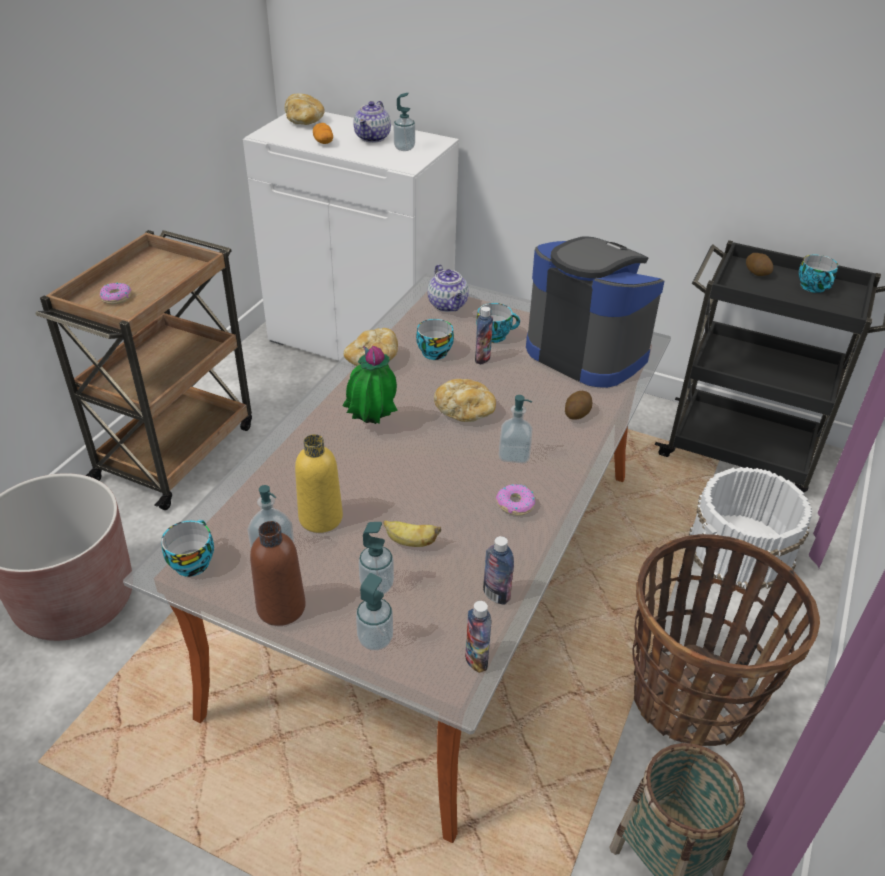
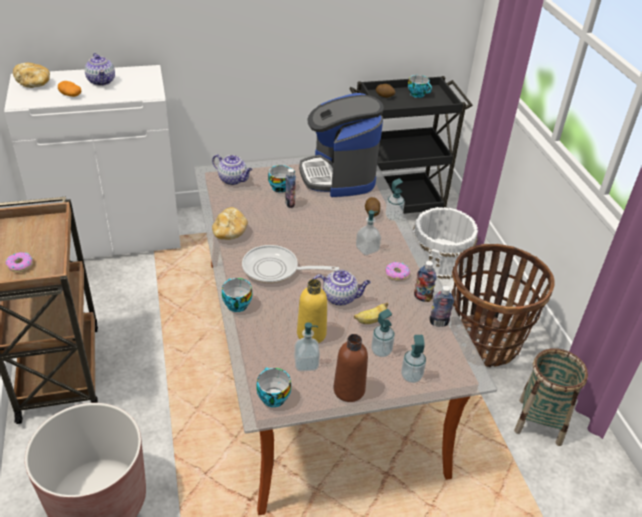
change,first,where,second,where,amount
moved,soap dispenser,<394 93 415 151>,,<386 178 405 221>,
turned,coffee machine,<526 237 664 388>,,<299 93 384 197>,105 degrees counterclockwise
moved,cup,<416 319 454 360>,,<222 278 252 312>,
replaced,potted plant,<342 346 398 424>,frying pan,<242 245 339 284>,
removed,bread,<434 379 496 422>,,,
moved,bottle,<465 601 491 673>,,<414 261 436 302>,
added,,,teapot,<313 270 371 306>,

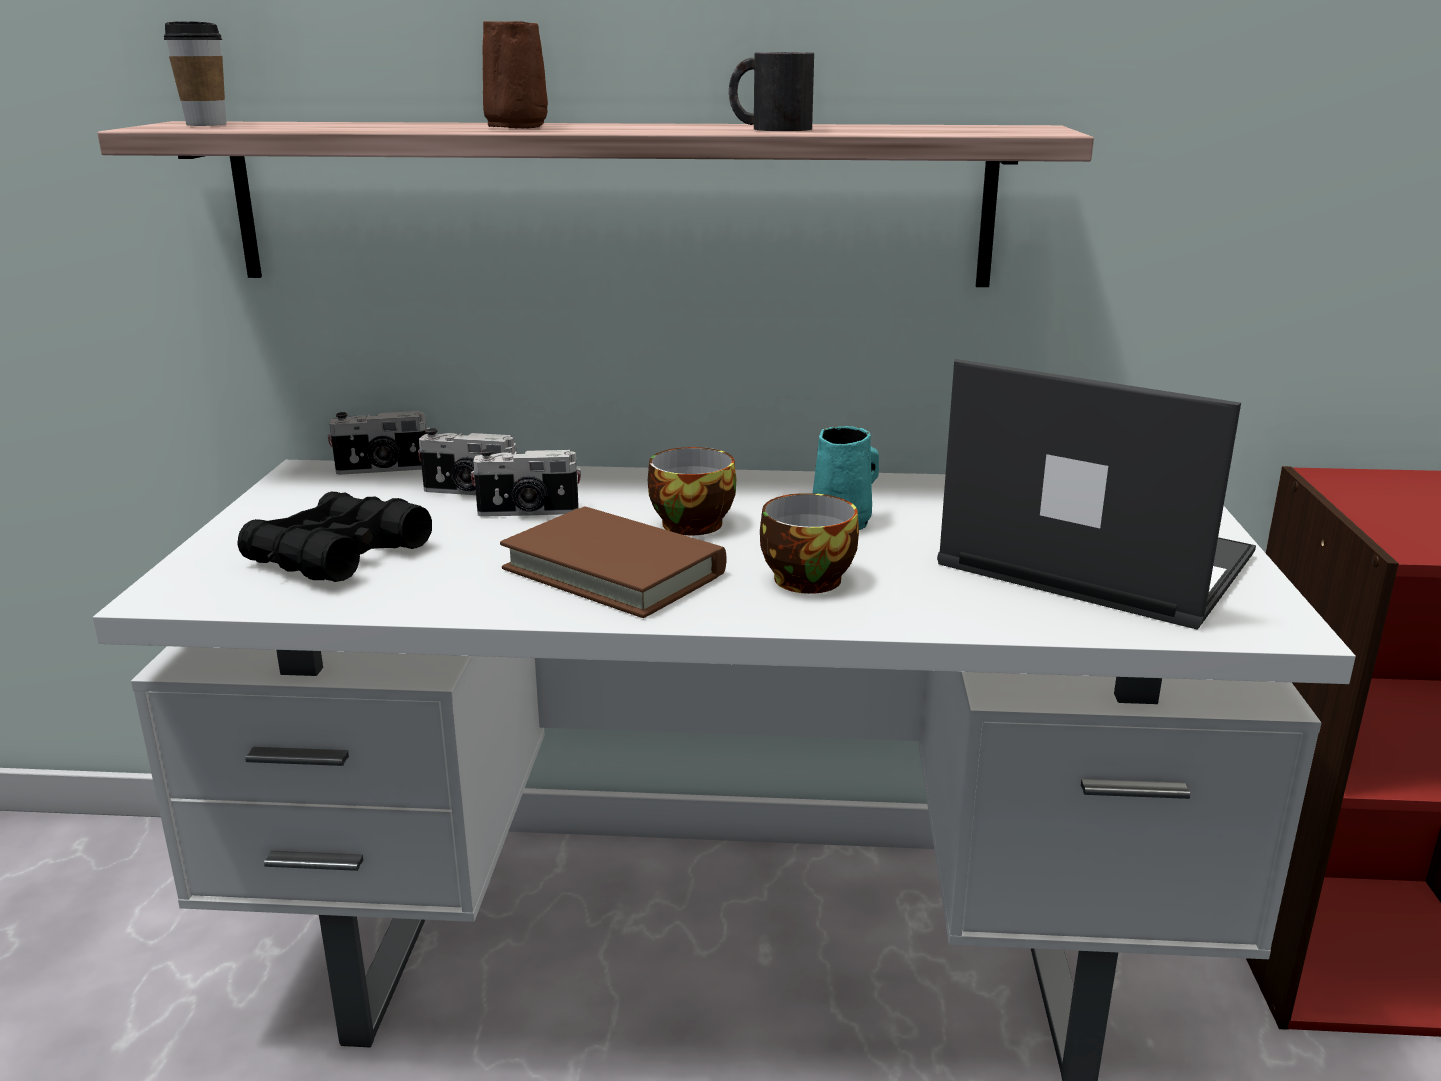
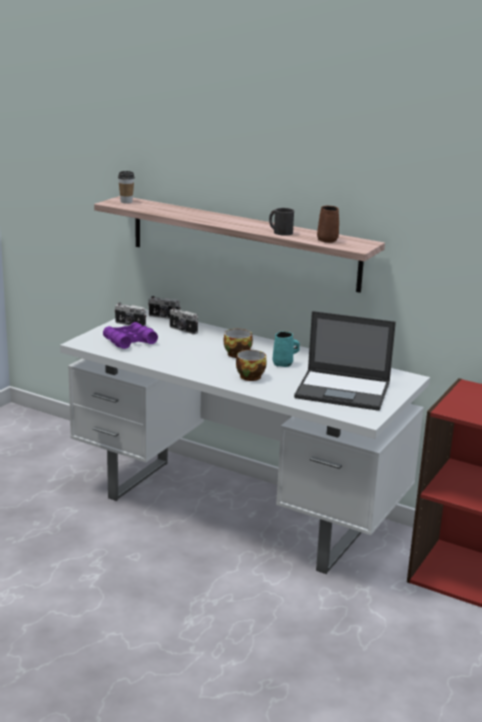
change,first,where,second,where,amount
moved,mug in brown,<483 21 548 129>,,<317 206 339 243>,
turned,laptop,<937 359 1256 630>,,<294 311 396 411>,135 degrees clockwise
moved,photo camera,<470 449 581 517>,,<115 302 146 326>,
recoloured,binoculars in black,<237 492 432 582>,binoculars in purple,<103 322 158 349>,
removed,book in brown,<500 506 727 618>,,,

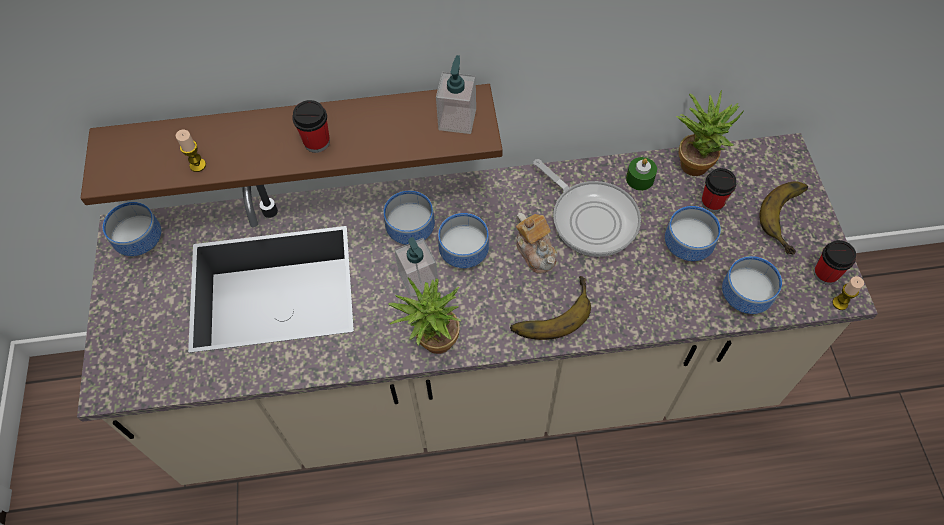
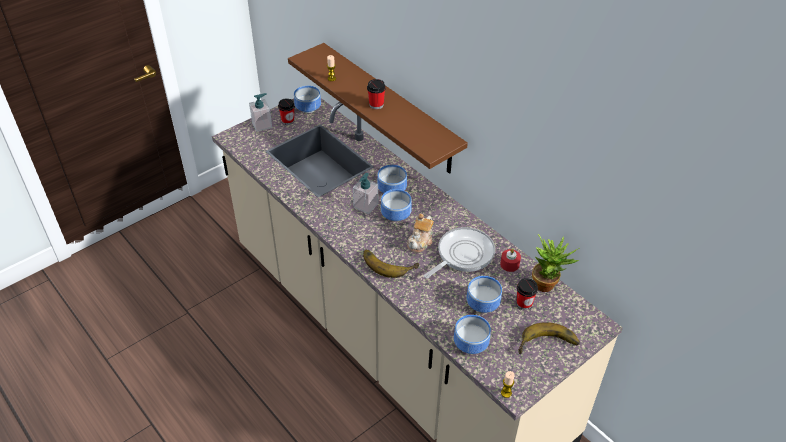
change,first,where,second,where,amount
moved,soap dispenser,<436 55 476 134>,,<249 93 272 132>,
recoloured,candle in green,<626 157 657 191>,candle in red,<500 249 521 272>,
turned,frying pan,<533 159 641 257>,,<424 227 495 278>,150 degrees counterclockwise
moved,cup,<814 240 856 285>,,<278 98 295 125>,
removed,potted plant,<388 278 461 354>,,,

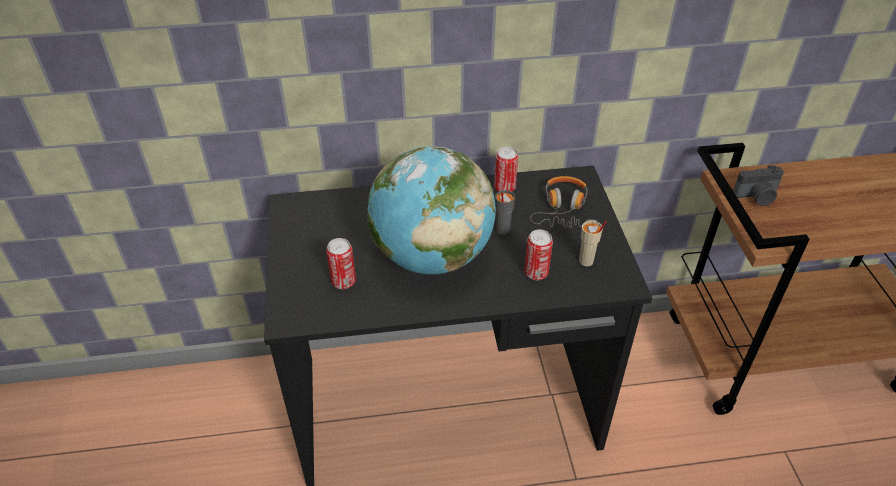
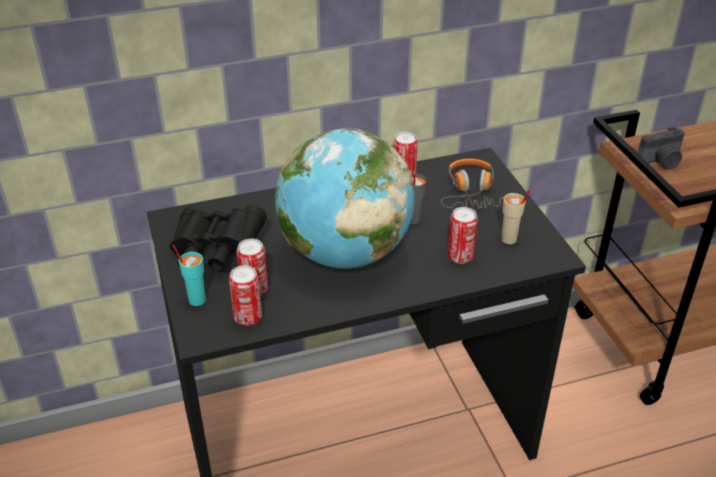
change,first,where,second,where,amount
added,,,binoculars in black,<170 205 267 271>,
added,,,cup in turquoise,<173 245 206 306>,
added,,,can,<229 265 262 326>,

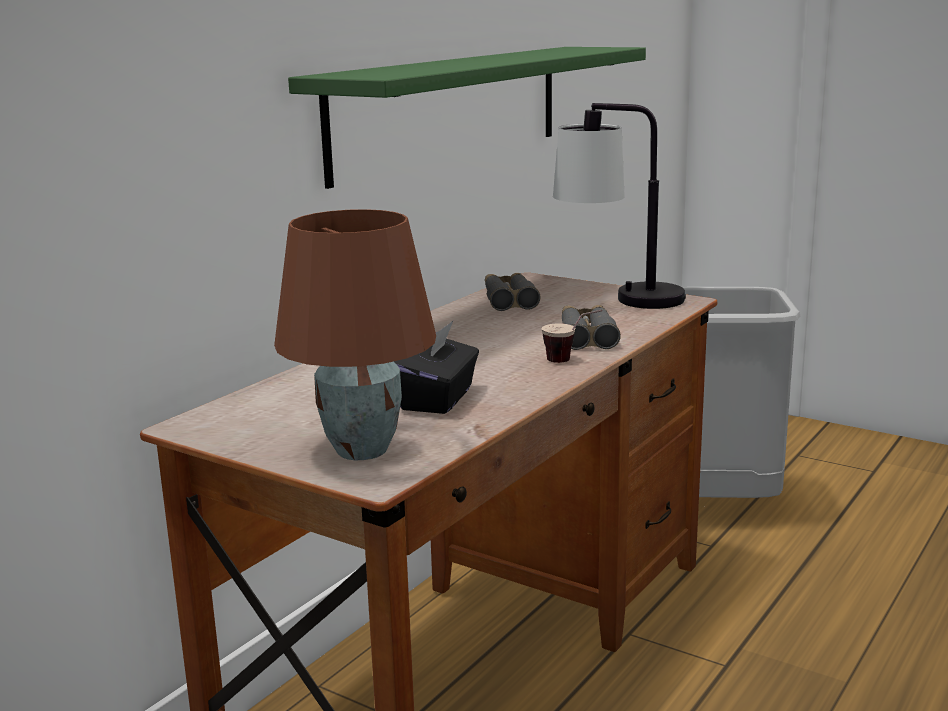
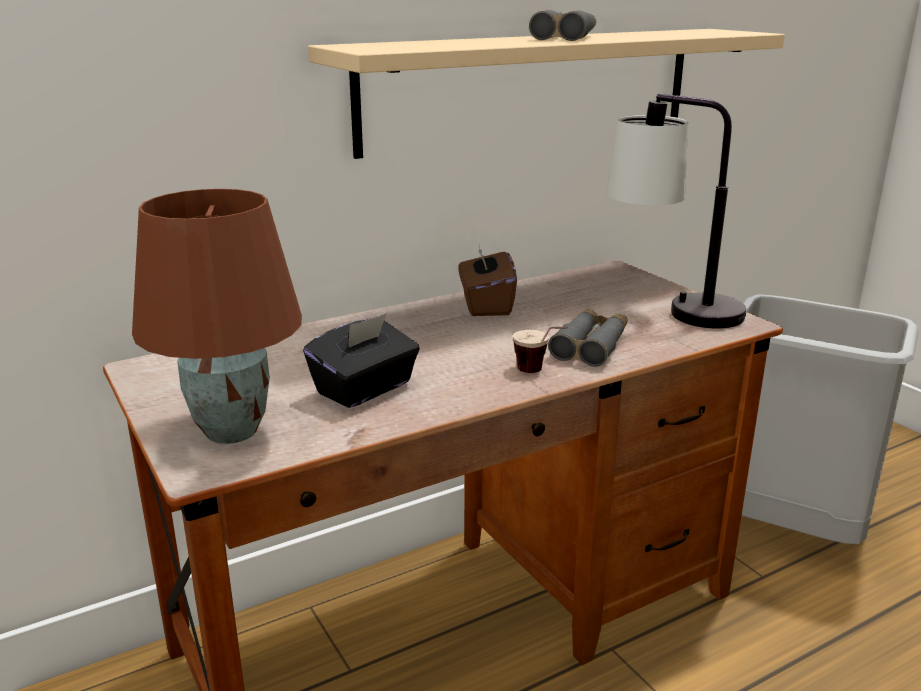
change,first,where,second,where,amount
recoloured,shelf in green,<288 47 646 189>,shelf in beige,<308 29 785 159>,
moved,binoculars in grey,<485 273 540 311>,,<529 10 596 41>,
added,,,tissue box in brown,<458 241 517 316>,

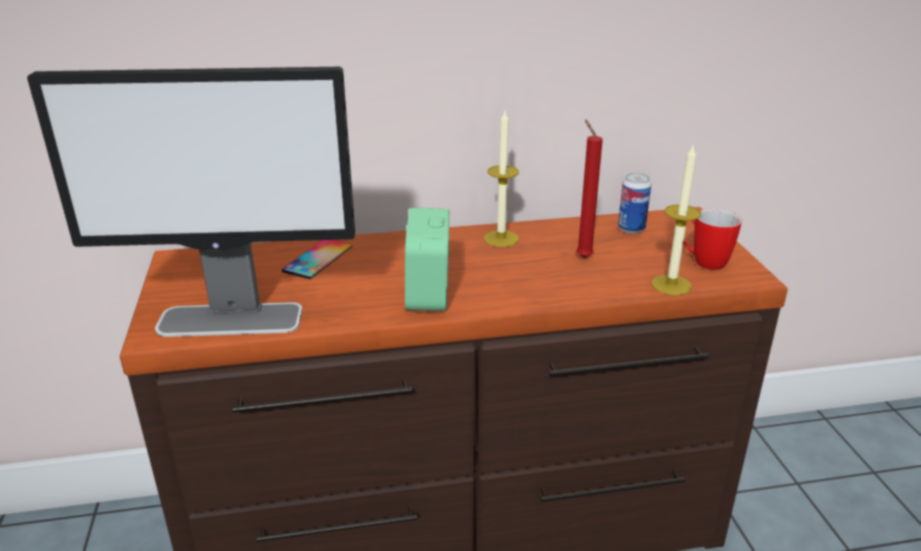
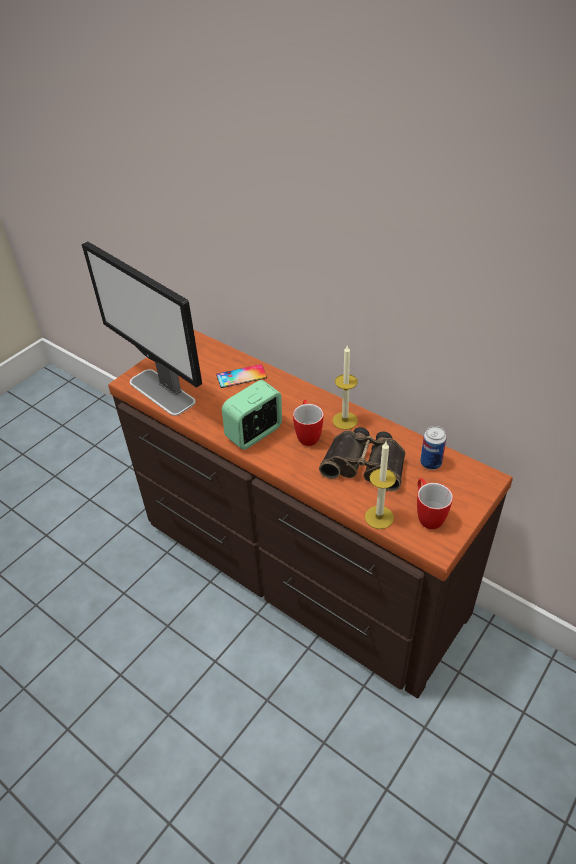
change,first,where,second,where,amount
replaced,candle in red,<576 119 603 258>,binoculars,<319 427 405 491>,
added,,,mug,<293 400 323 446>,

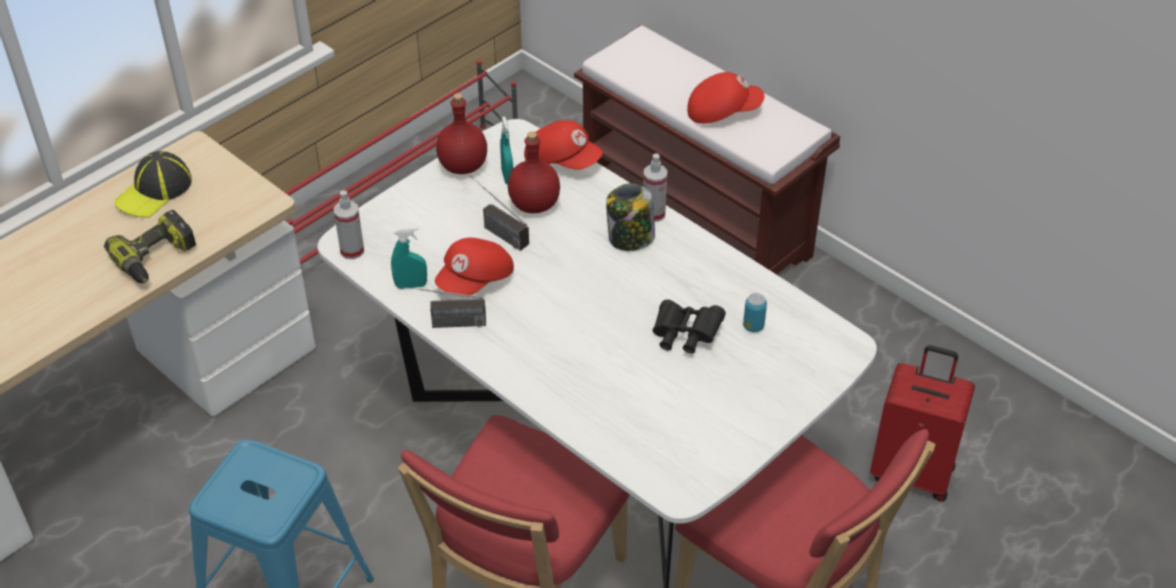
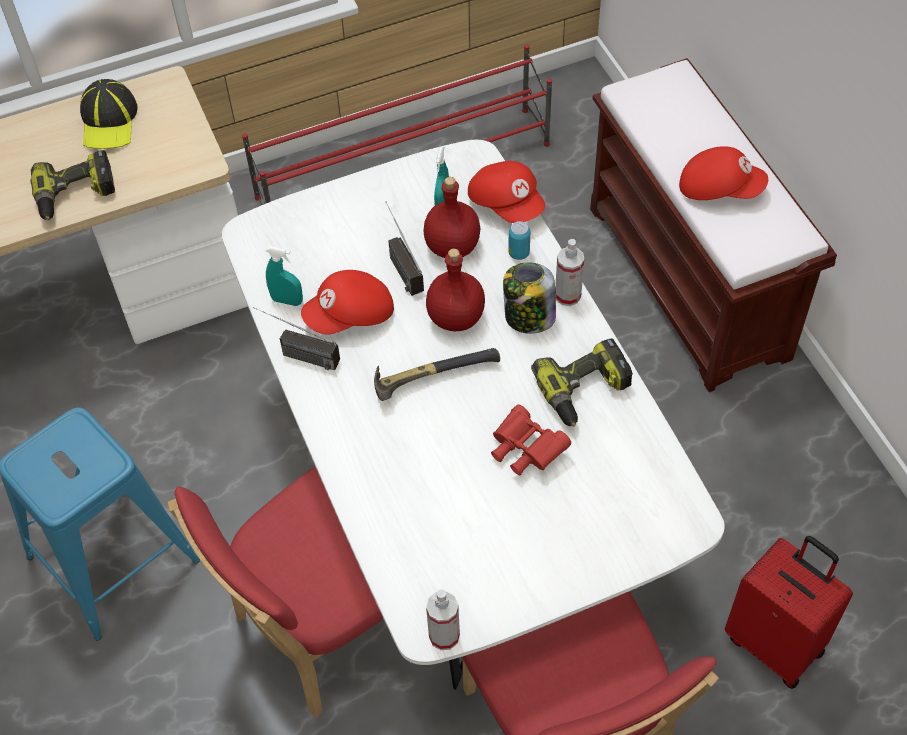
change,first,where,second,where,amount
moved,bottle in red,<436 93 487 174>,,<426 249 485 331>,
turned,cap,<114 151 192 218>,,<80 79 138 149>,60 degrees counterclockwise
moved,spray bottle,<334 190 364 259>,,<426 589 460 650>,
moved,can,<743 293 767 332>,,<508 221 530 260>,
recoloured,binoculars in black,<653 300 726 354>,binoculars in red,<491 404 571 476>,
added,,,power drill,<531 338 633 427>,
added,,,hammer,<374 348 500 401>,

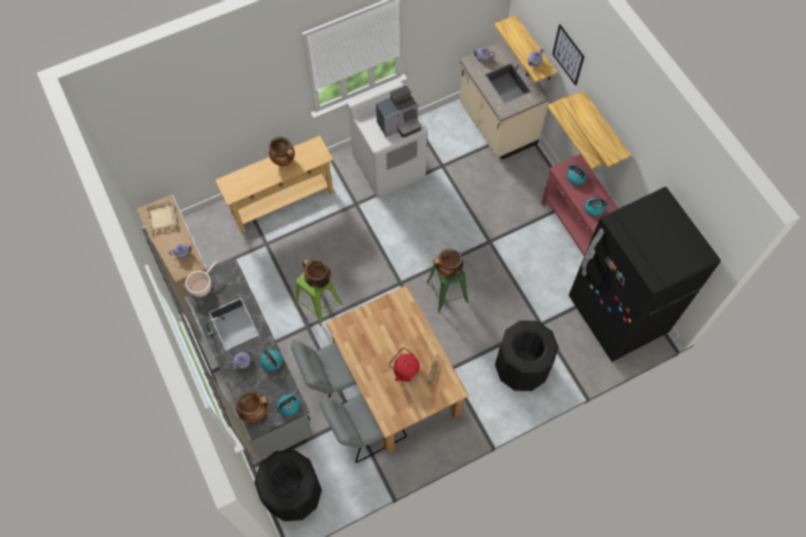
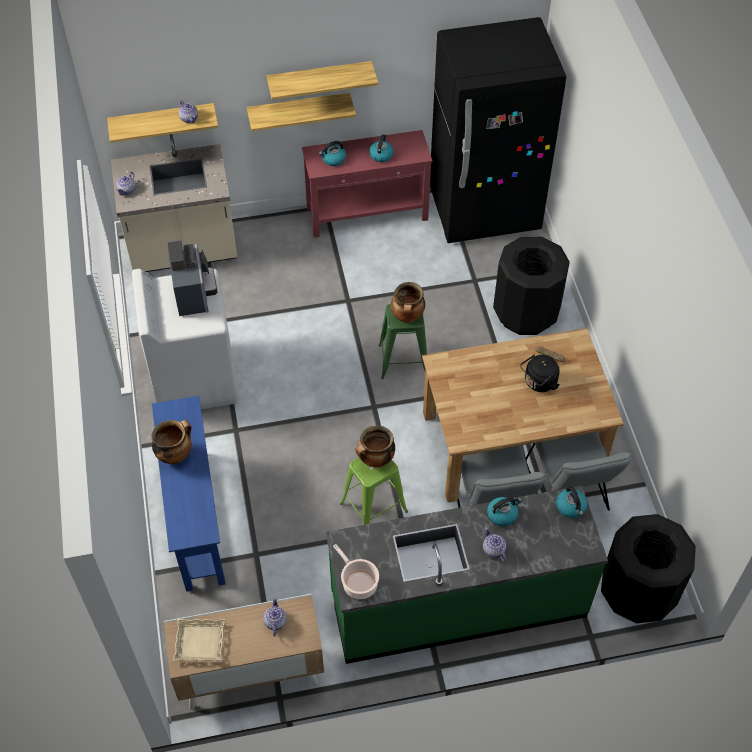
change,first,where,second,where,amount
removed,picture,<552 24 585 86>,,,
recoloured,console table in beige,<215 136 334 233>,console table in blue,<152 396 226 592>,
recoloured,counter in grey,<181 258 313 460>,counter in green,<326 486 608 664>,
recoloured,kettle in red,<389 348 420 382>,kettle in black,<520 354 560 392>,
removed,cooking pot,<236 391 268 423>,,,

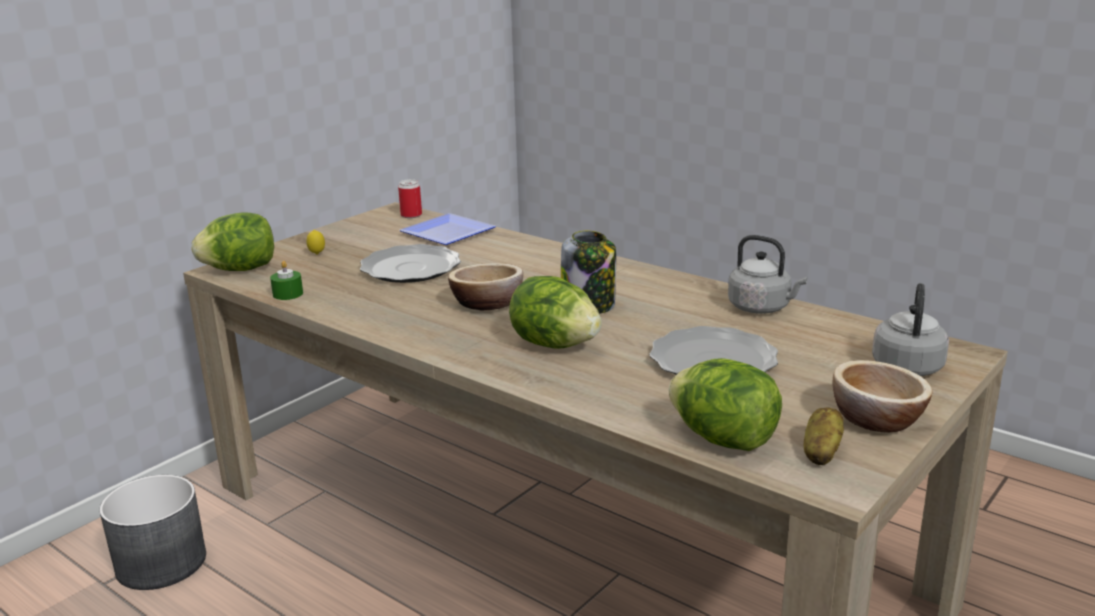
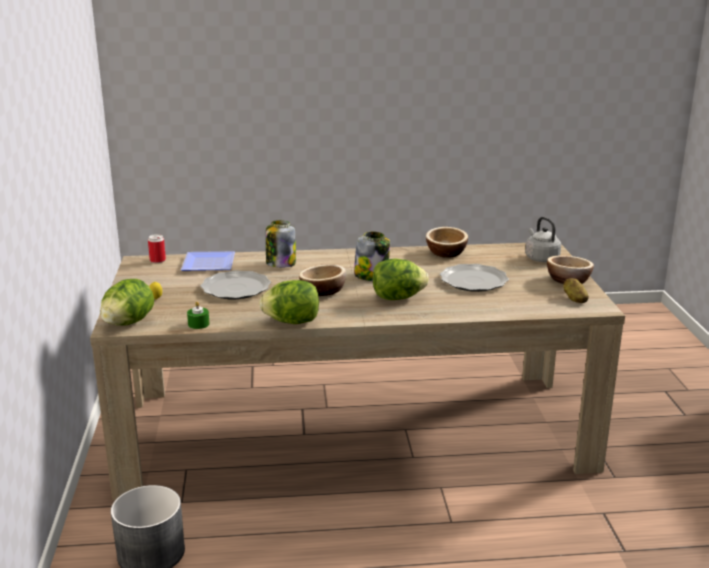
change,first,where,second,where,amount
replaced,kettle in grey,<728 235 807 314>,bowl,<426 227 468 258>,
moved,lettuce,<668 358 782 451>,,<259 280 319 324>,
added,,,jar,<266 220 296 268>,

